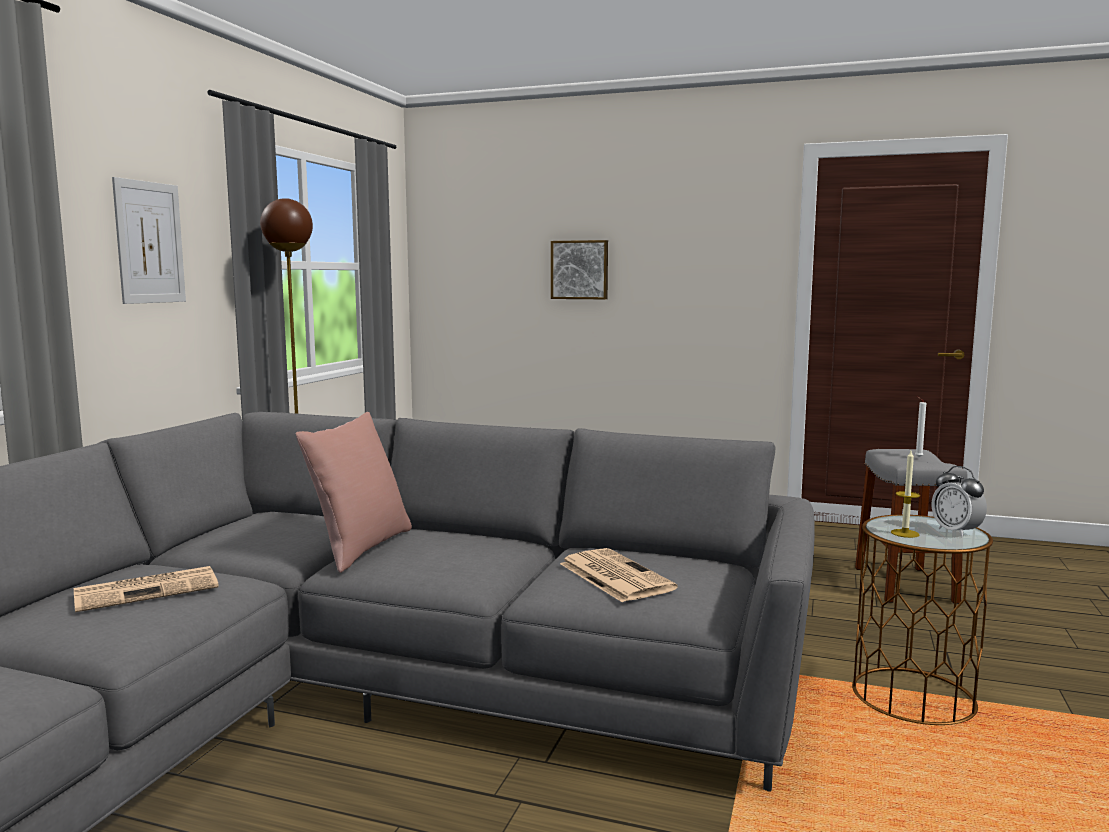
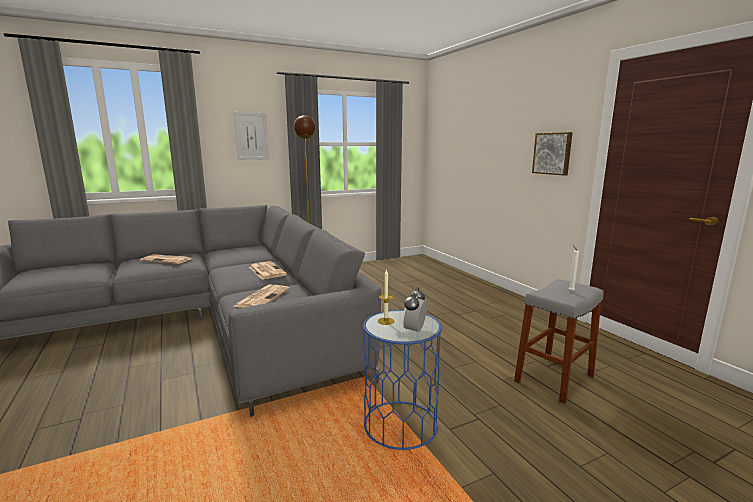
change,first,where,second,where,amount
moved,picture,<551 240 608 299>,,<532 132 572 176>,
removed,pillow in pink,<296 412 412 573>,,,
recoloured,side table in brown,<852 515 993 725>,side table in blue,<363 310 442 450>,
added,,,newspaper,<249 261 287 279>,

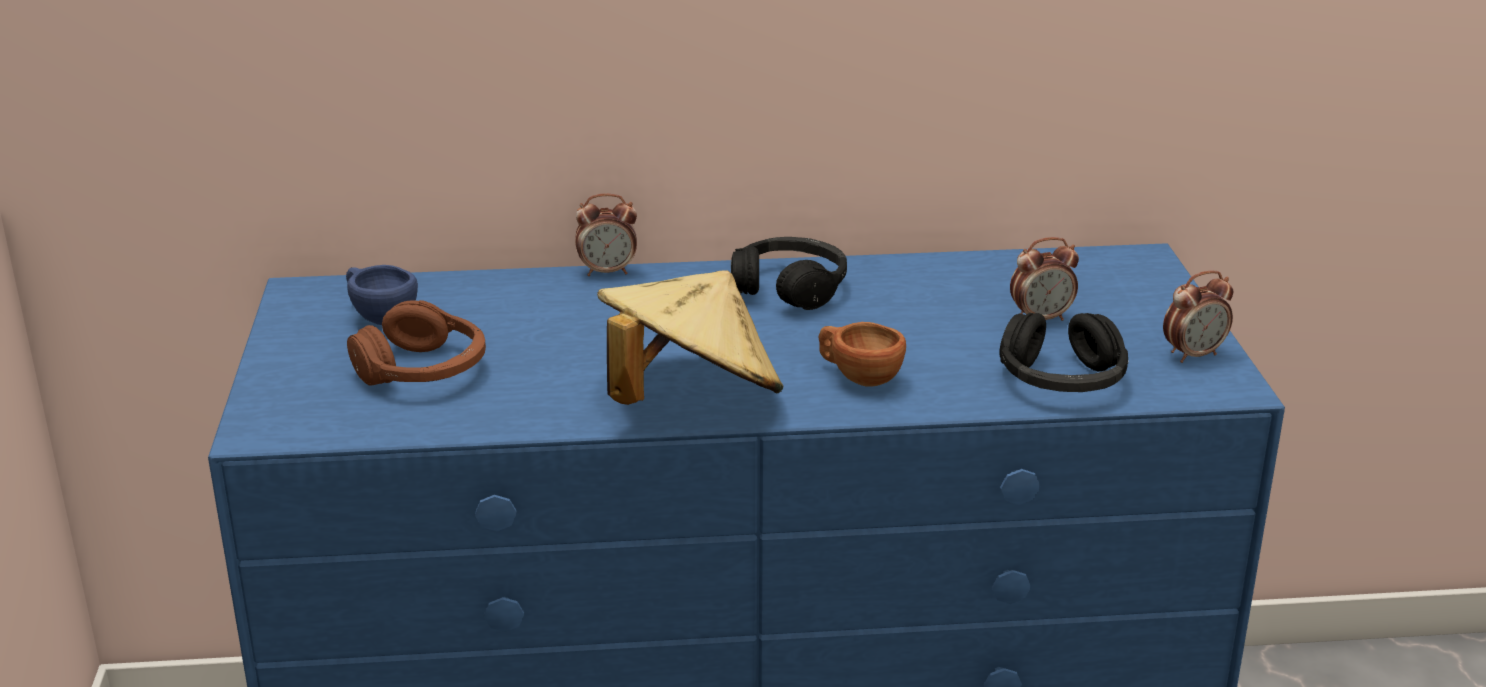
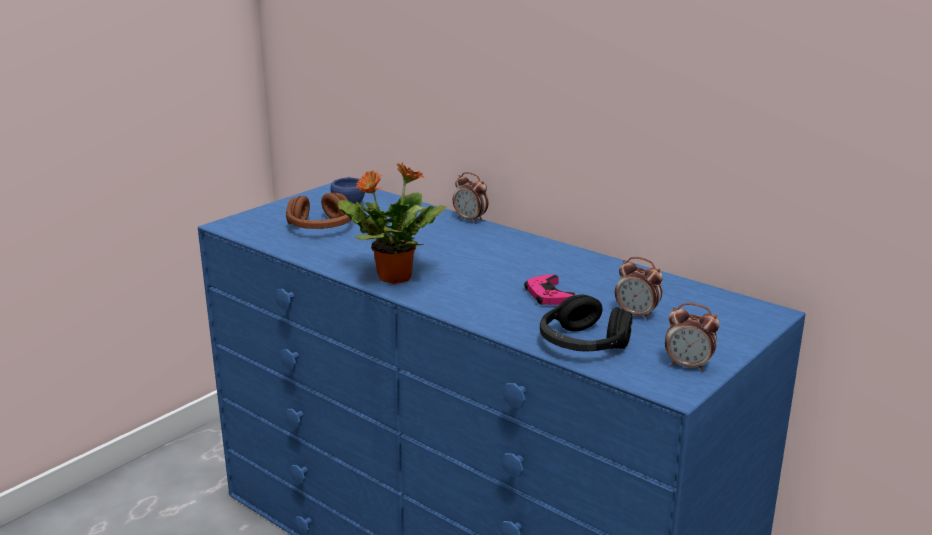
change,first,where,second,where,amount
removed,headphones in black,<731 237 847 310>,,,
replaced,hat in beige,<597 271 783 405>,potted plant,<338 163 446 284>,
removed,cup in brown,<819 322 906 387>,,,
added,,,game controller in pink,<524 274 575 305>,

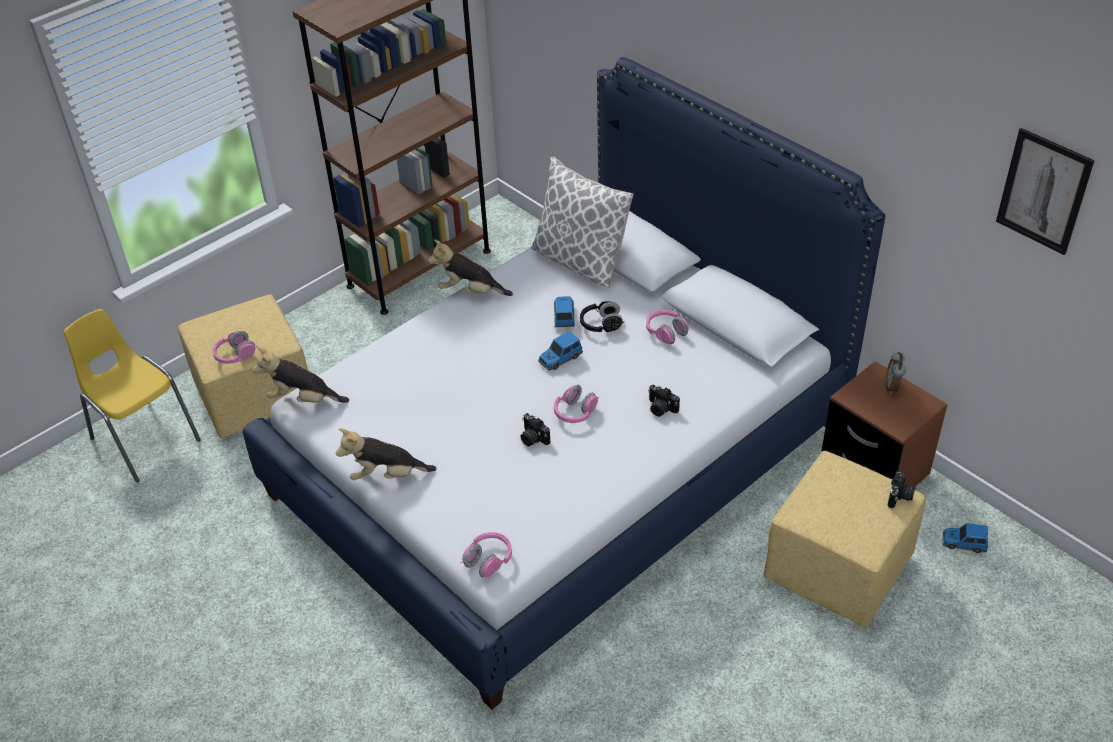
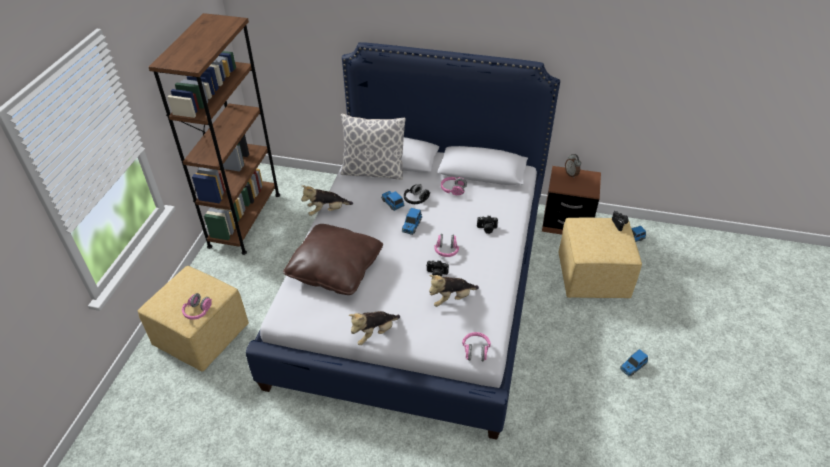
change,first,where,second,where,amount
removed,picture,<996 128 1095 255>,,,
removed,chair in yellow,<64 309 201 482>,,,
moved,plush toy,<253 347 349 403>,,<429 275 479 307>,
added,,,pillow in brown,<283 224 383 295>,
added,,,toy car,<620 349 648 376>,

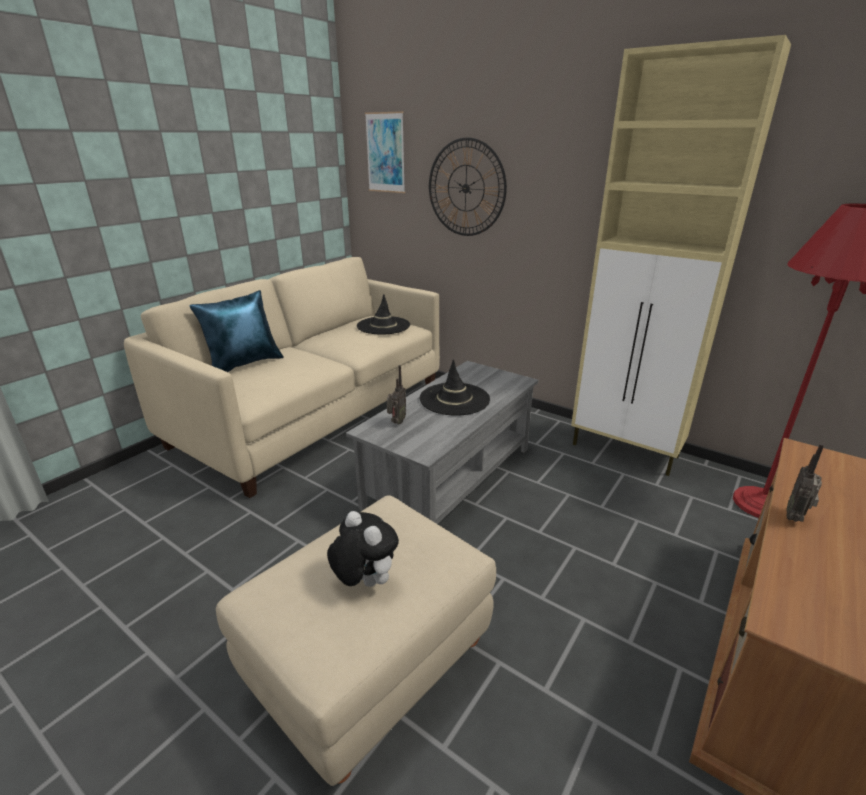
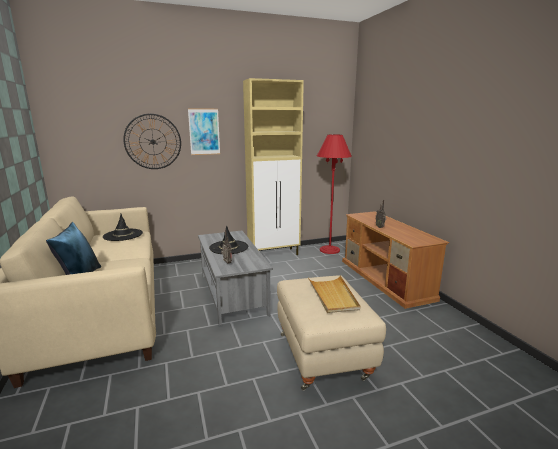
change,first,where,second,where,amount
moved,picture,<365 111 405 193>,,<188 108 220 155>,
replaced,plush toy,<327 511 399 587>,tray in beige,<308 275 360 313>,

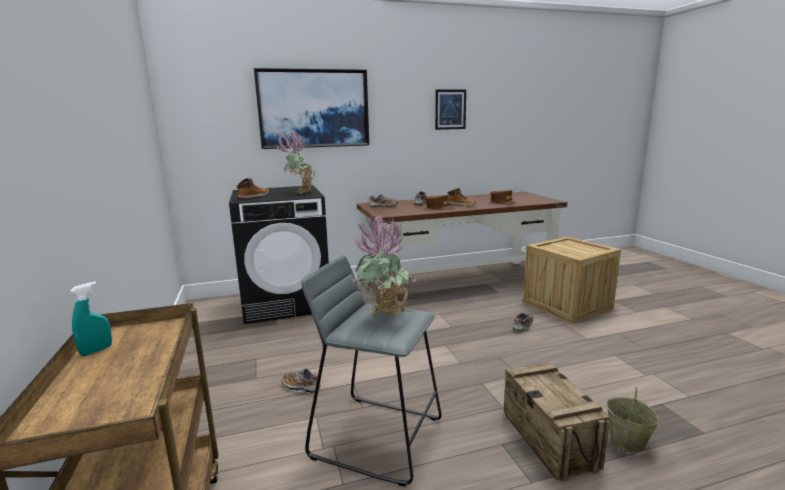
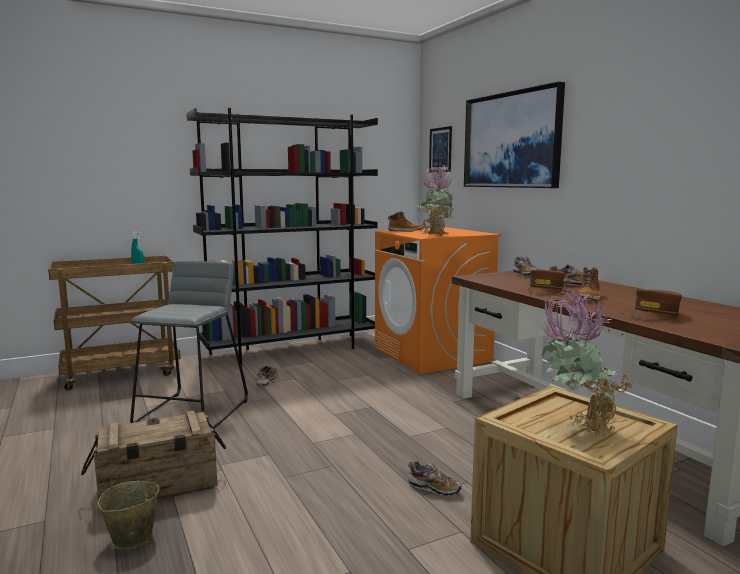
change,first,where,second,where,amount
moved,picture,<435 90 466 130>,,<429 126 452 172>,
recoloured,washing machine in black,<229 185 329 324>,washing machine in orange,<375 227 501 374>,
moved,potted plant,<352 213 416 319>,,<541 288 633 436>,
added,,,bookcase in black,<186 108 378 365>,

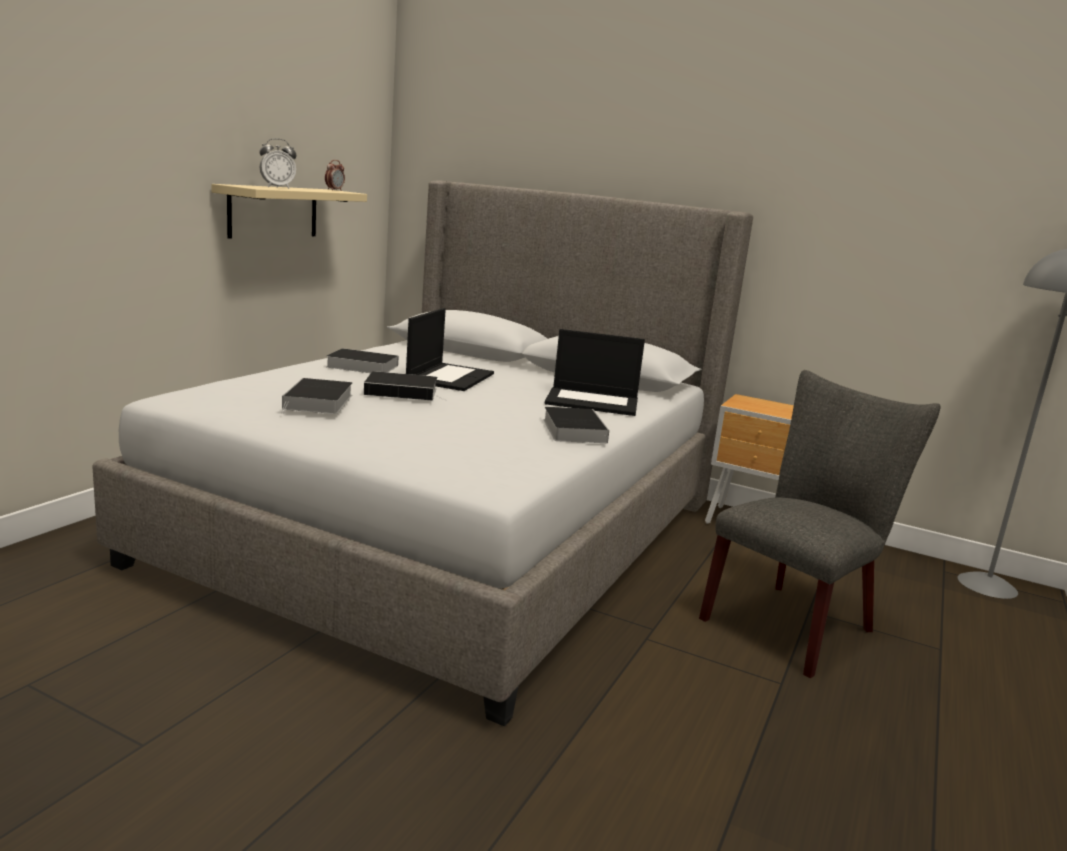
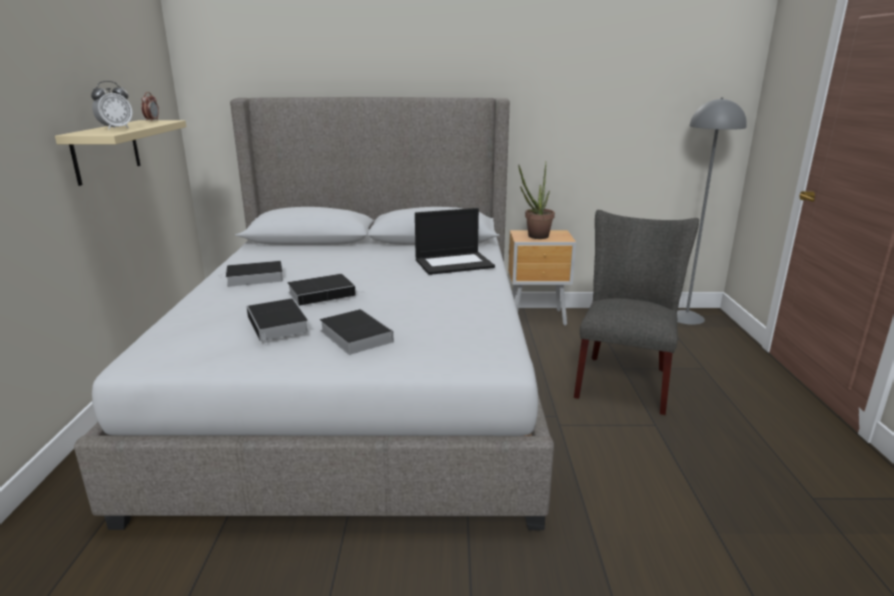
change,first,where,second,where,amount
removed,laptop,<406 308 494 391>,,,
moved,book,<543 407 609 443>,,<320 309 394 355>,
added,,,potted plant,<519 164 555 239>,

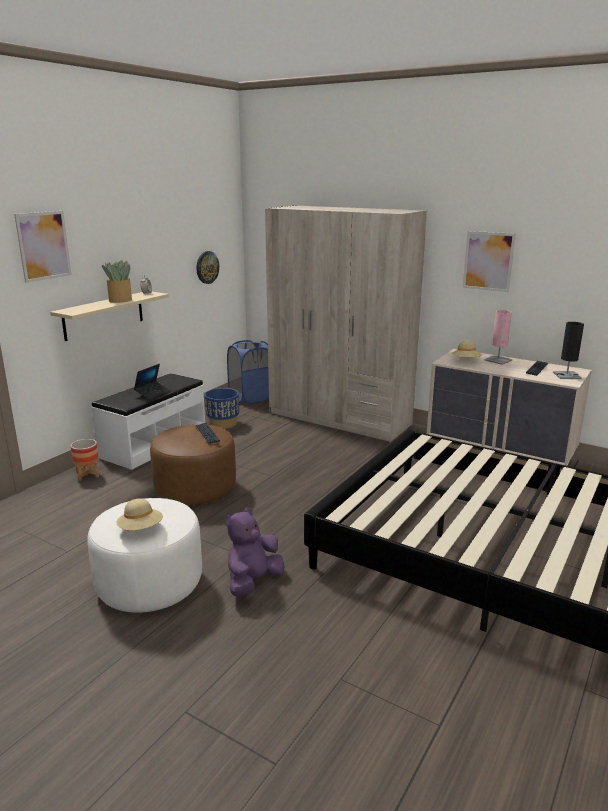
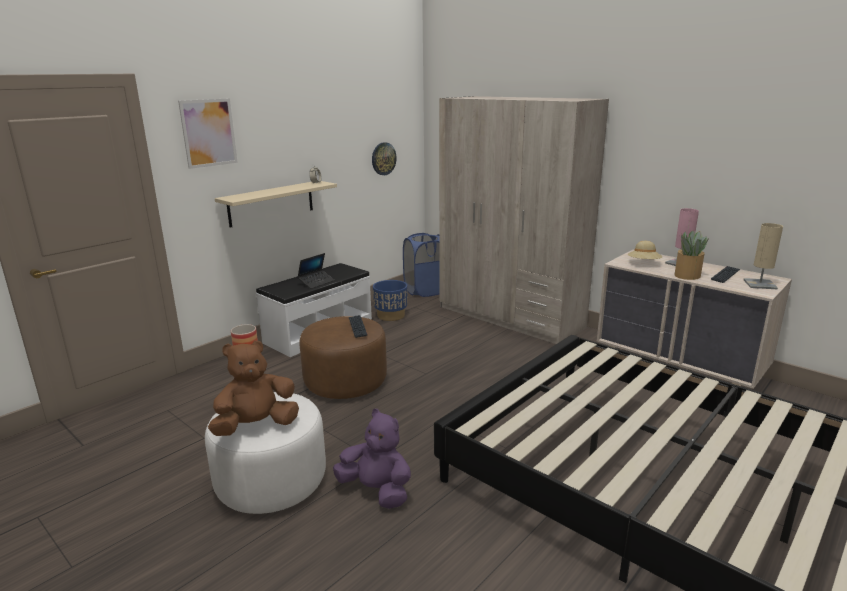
change,first,where,second,where,amount
removed,picture,<463 231 516 292>,,,
moved,potted plant,<102 260 132 303>,,<675 230 710 280>,
recoloured,table lamp in black,<553 322 584 379>,table lamp in beige,<743 223 783 289>,
replaced,hat in beige,<116 498 163 530>,plush toy in brown,<208 340 299 436>,
turned,plush toy in purple,<225 508 284 597>,,<333 409 411 509>,75 degrees clockwise

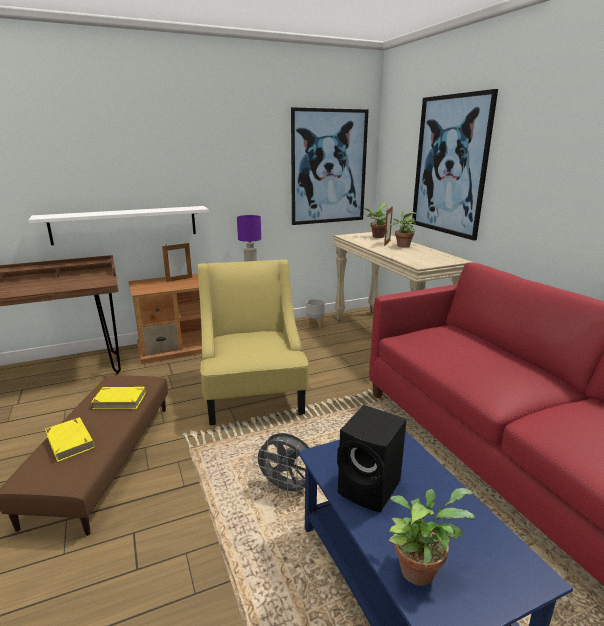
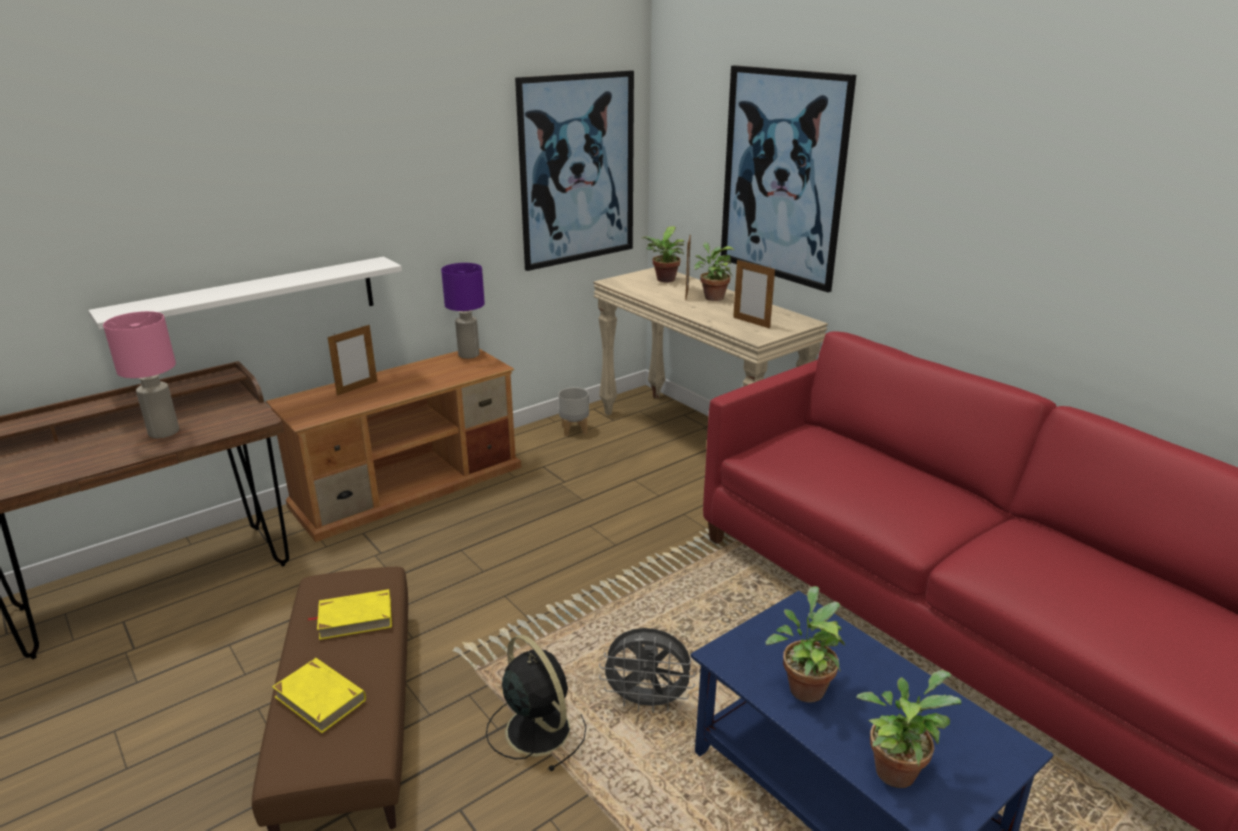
change,first,where,second,where,amount
removed,armchair in yellow,<198 259 309 425>,,,
replaced,speaker in black,<337 405 407 512>,potted plant,<765 586 845 703>,
added,,,picture frame,<733 259 775 328>,
added,,,table lamp in pink,<103 311 179 438>,
added,,,fan in black,<486 635 586 771>,

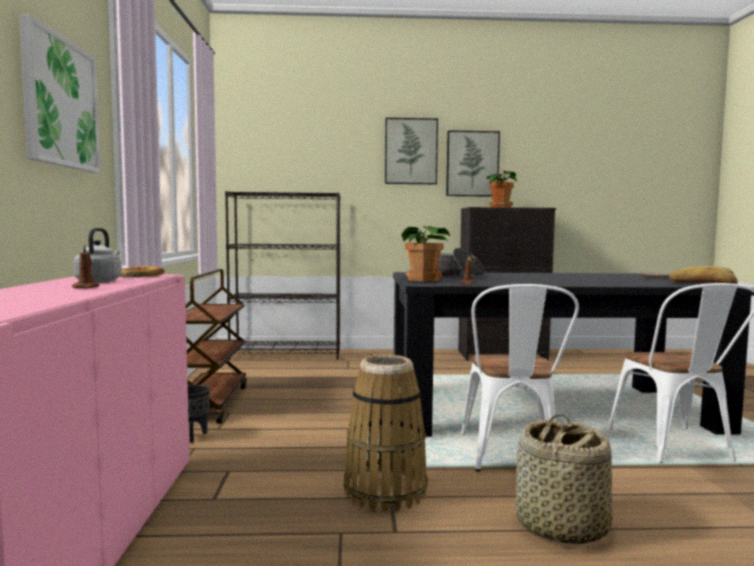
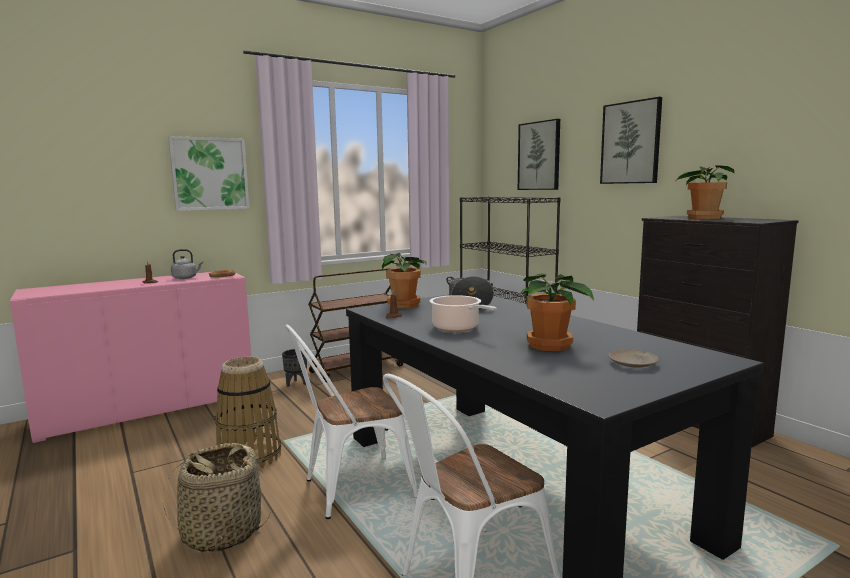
change,first,where,second,where,amount
moved,picture,<446 130 500 197>,,<518 119 560 190>,
removed,bread,<669 266 738 284>,,,
added,,,potted plant,<518 274 594 351>,
added,,,cooking pot,<430 295 497 332>,

